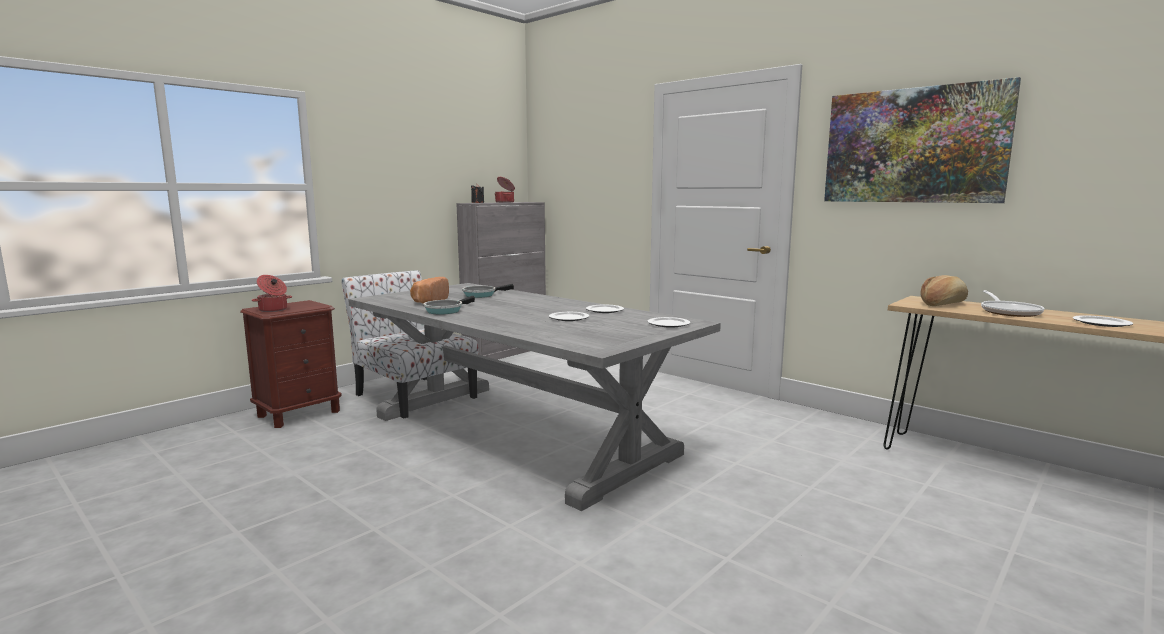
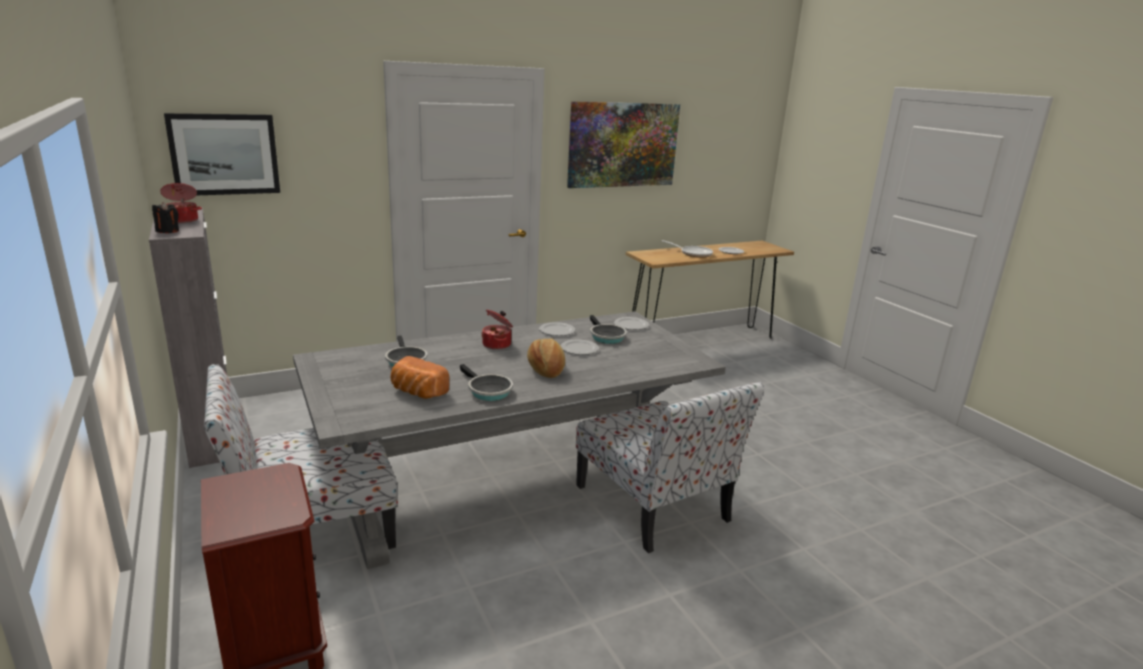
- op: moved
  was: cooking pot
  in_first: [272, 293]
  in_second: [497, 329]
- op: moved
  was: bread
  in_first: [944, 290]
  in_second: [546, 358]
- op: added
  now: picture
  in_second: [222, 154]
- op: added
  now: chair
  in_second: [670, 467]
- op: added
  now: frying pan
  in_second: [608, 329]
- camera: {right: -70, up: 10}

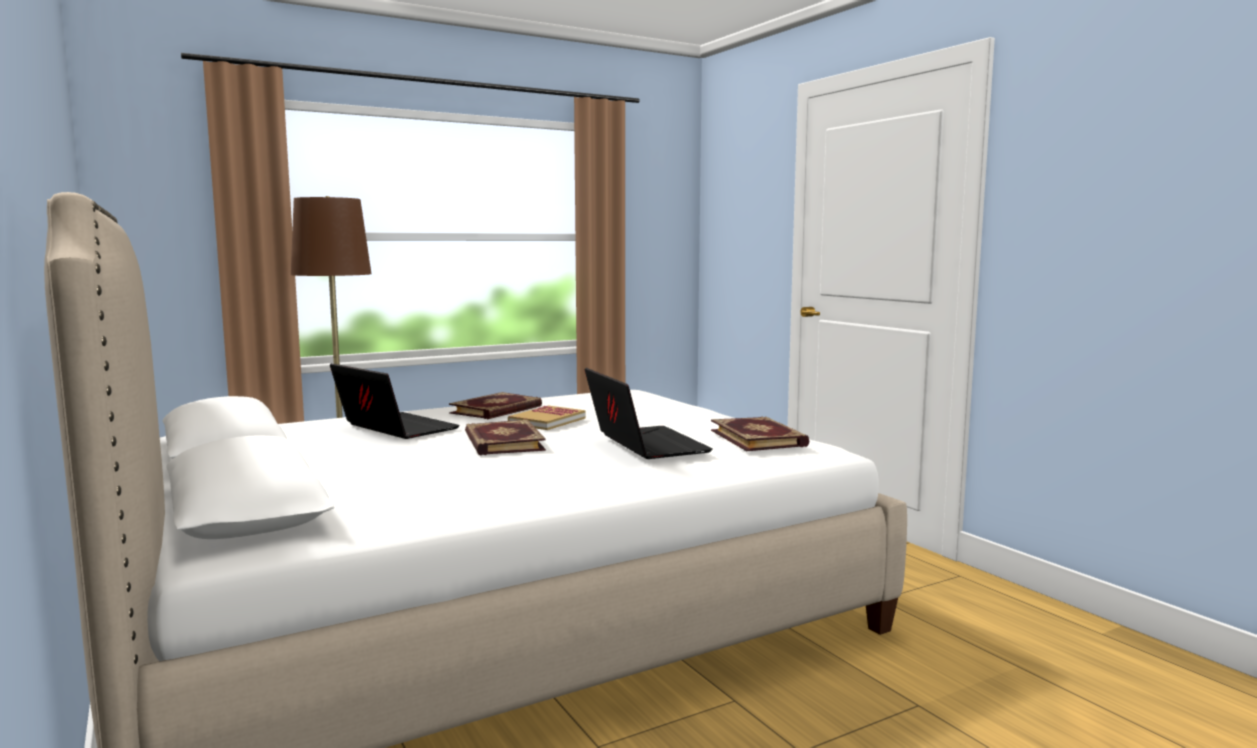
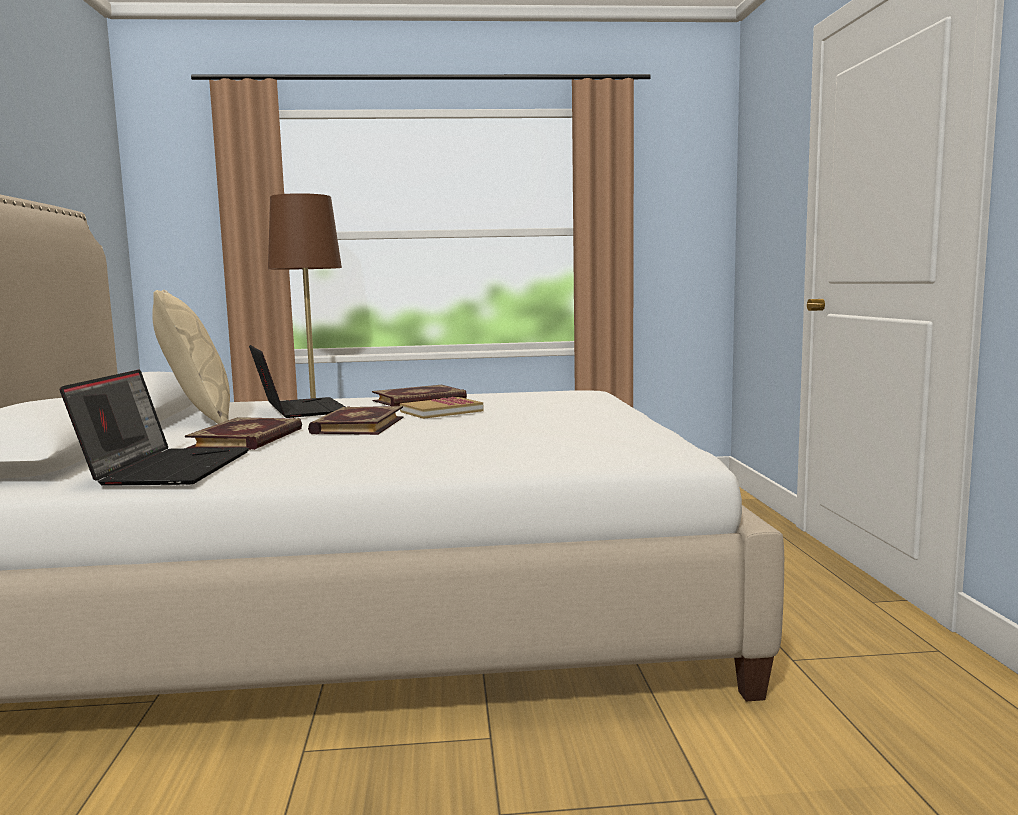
- op: moved
  was: laptop
  in_first: [648, 413]
  in_second: [154, 428]
- op: moved
  was: book
  in_first: [760, 433]
  in_second: [243, 433]
- op: added
  now: beige pillow
  in_second: [191, 357]
- camera: {right: 25, up: 0}

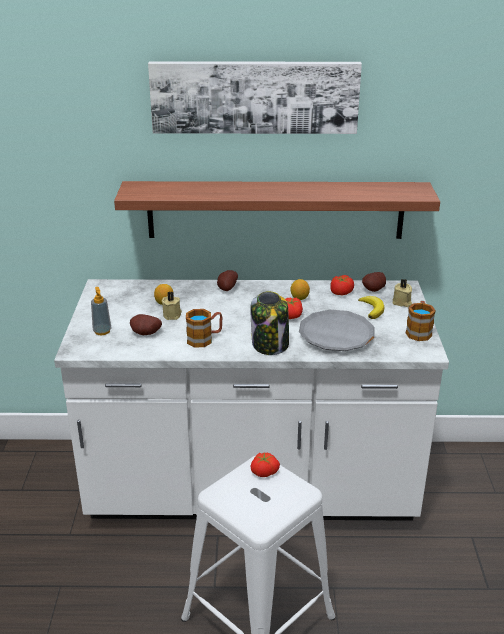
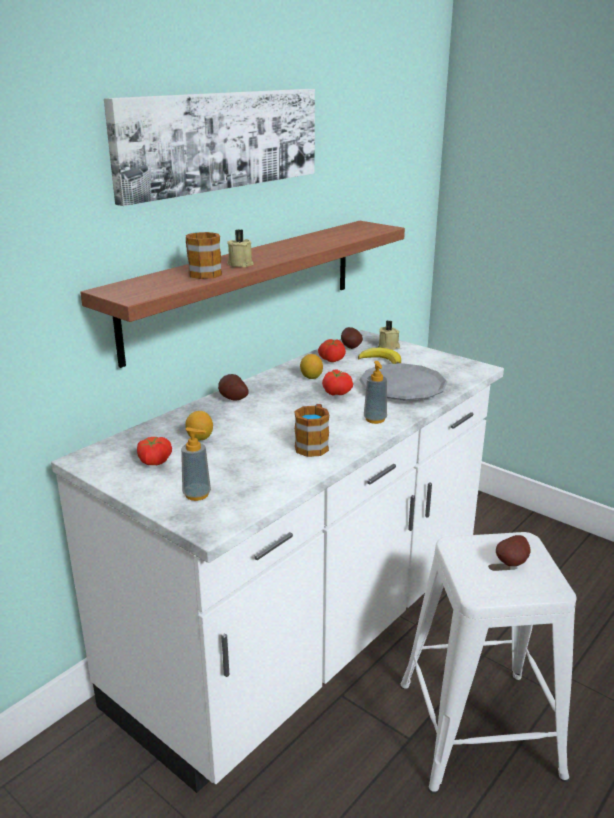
- op: moved
  was: potato
  in_first: [146, 324]
  in_second: [513, 550]
- op: moved
  was: beige candle
  in_first: [171, 306]
  in_second: [240, 248]
- op: replaced
  was: jar
  now: soap dispenser
  in_first: [269, 323]
  in_second: [375, 392]
- op: moved
  was: tomato
  in_first: [265, 465]
  in_second: [154, 451]
- op: moved
  was: mug
  in_first: [421, 321]
  in_second: [204, 255]
- camera: {right: -50, up: -5}

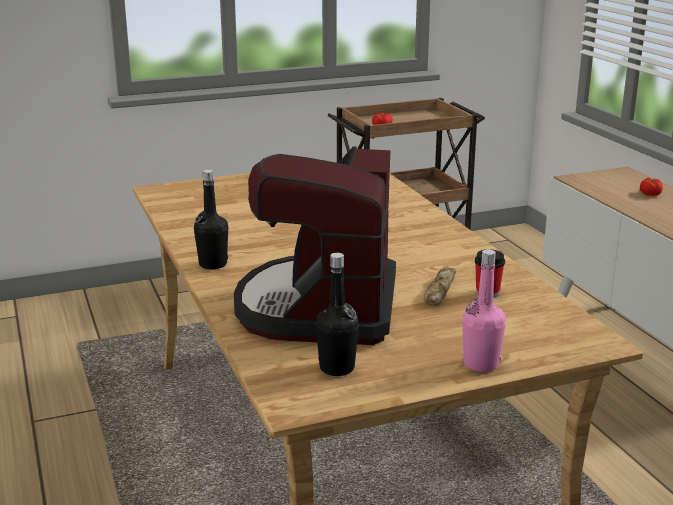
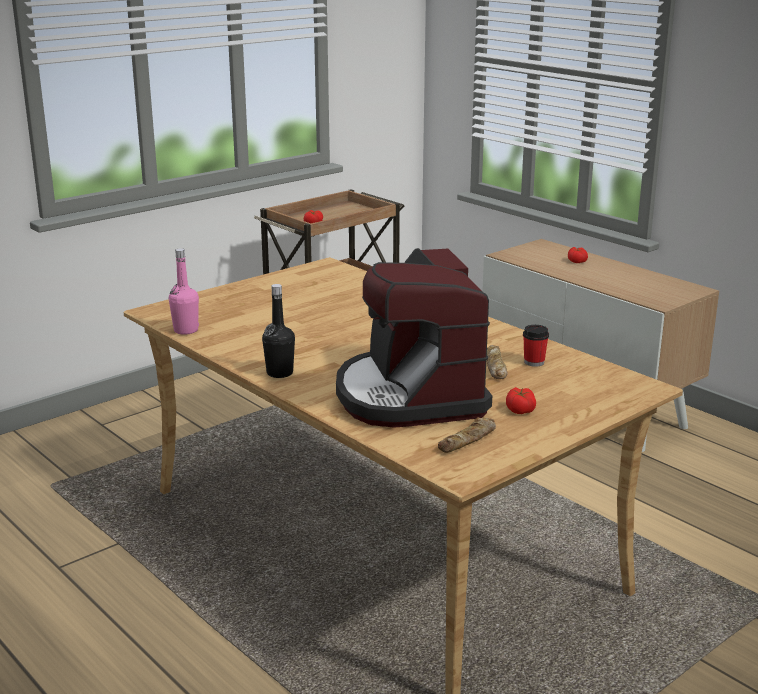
- op: replaced
  was: black bottle
  now: bread
  in_first: [337, 314]
  in_second: [467, 435]
- op: moved
  was: pink bottle
  in_first: [484, 311]
  in_second: [184, 291]
- op: added
  now: tomato
  in_second: [521, 400]
- camera: {right: -20, up: 0}

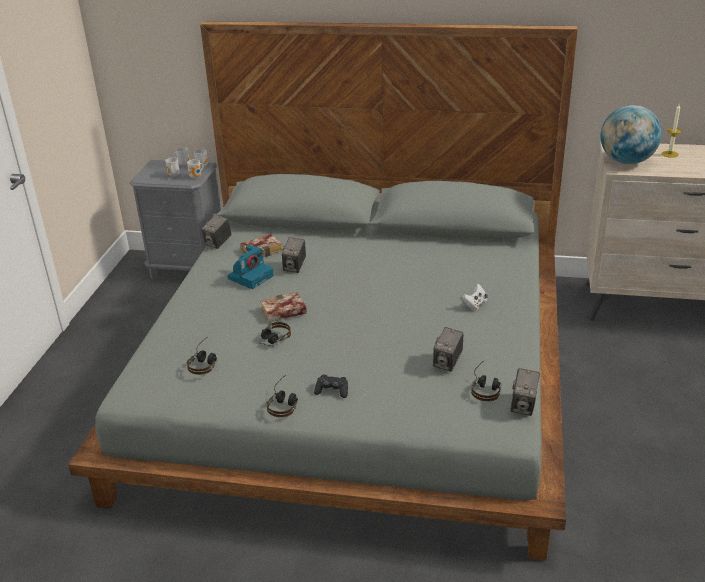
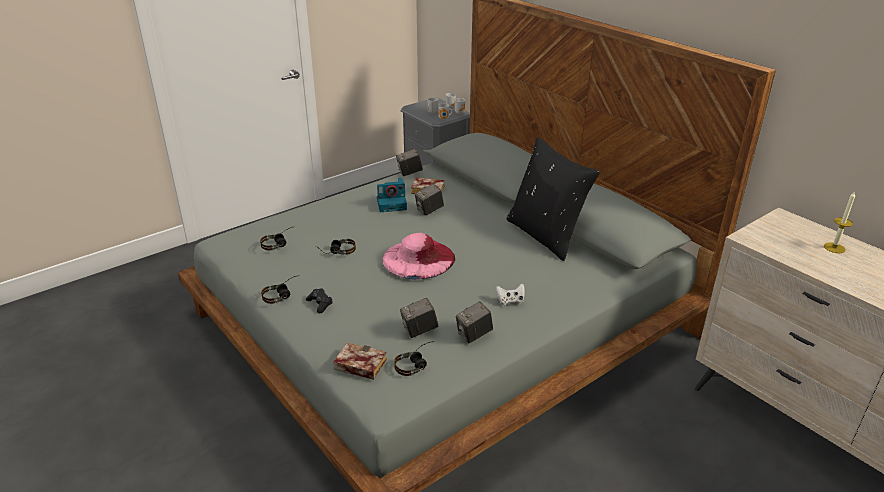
- op: moved
  was: book
  in_first: [283, 307]
  in_second: [360, 361]
- op: moved
  was: photo camera
  in_first: [525, 392]
  in_second: [474, 322]
- op: removed
  was: globe
  in_first: [631, 134]
- op: added
  now: pink hat
  in_second: [418, 256]
- op: added
  now: black pillow
  in_second: [553, 199]
- camera: {right: 40, up: 0}

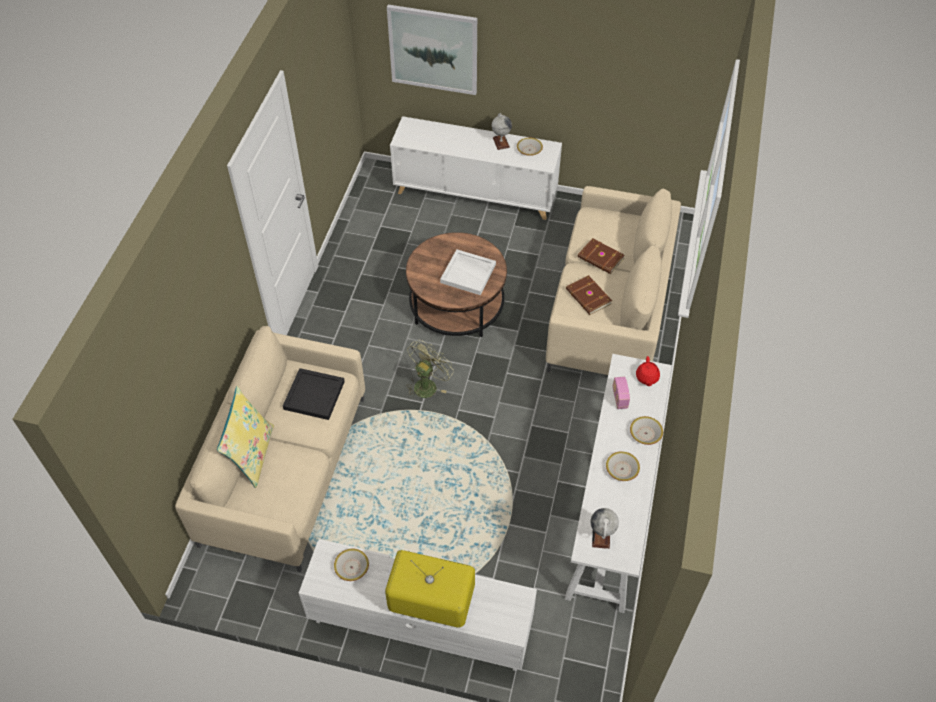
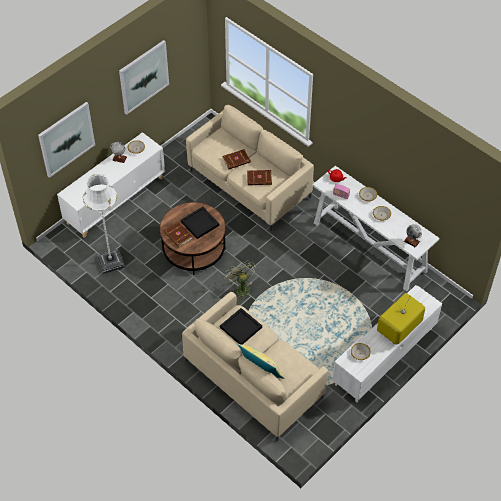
- op: recoloured
  was: white tray
  now: black tray
  in_first: [468, 272]
  in_second: [200, 222]
- op: added
  now: white floor lamp
  in_second: [104, 224]
- op: added
  now: picture
  in_second: [144, 77]
- op: added
  now: brown book
  in_second: [177, 234]
- camera: {right: -60, up: 0}

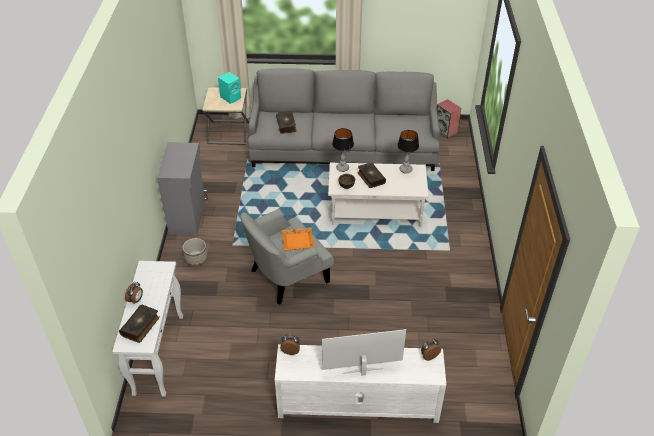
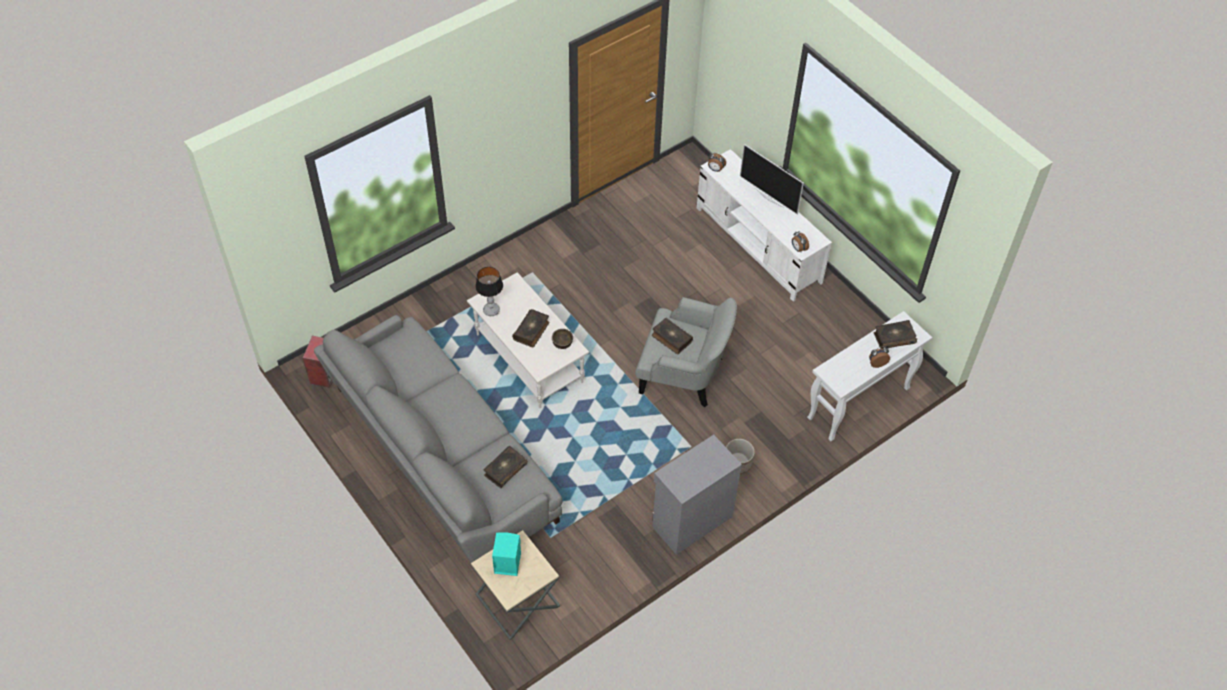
- op: replaced
  was: orange tray
  now: book
  in_first: [298, 238]
  in_second: [672, 335]
- op: removed
  was: table lamp
  in_first: [343, 150]
- camera: {right: -130, up: 10}

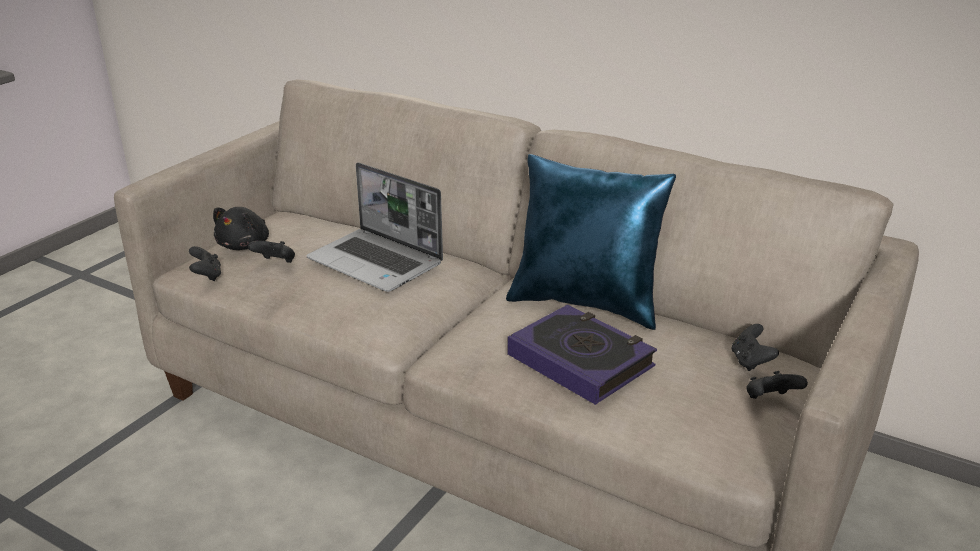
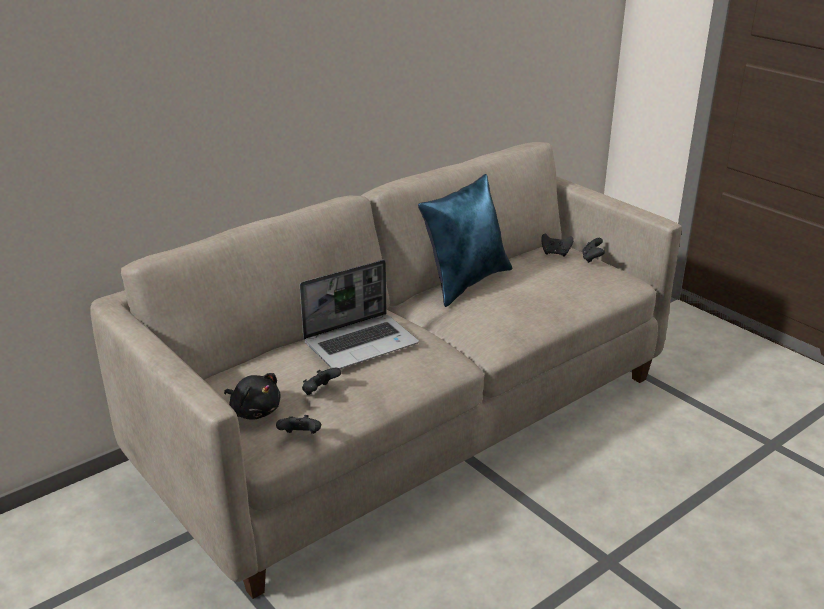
- op: removed
  was: book
  in_first: [582, 354]
- camera: {right: -70, up: 0}

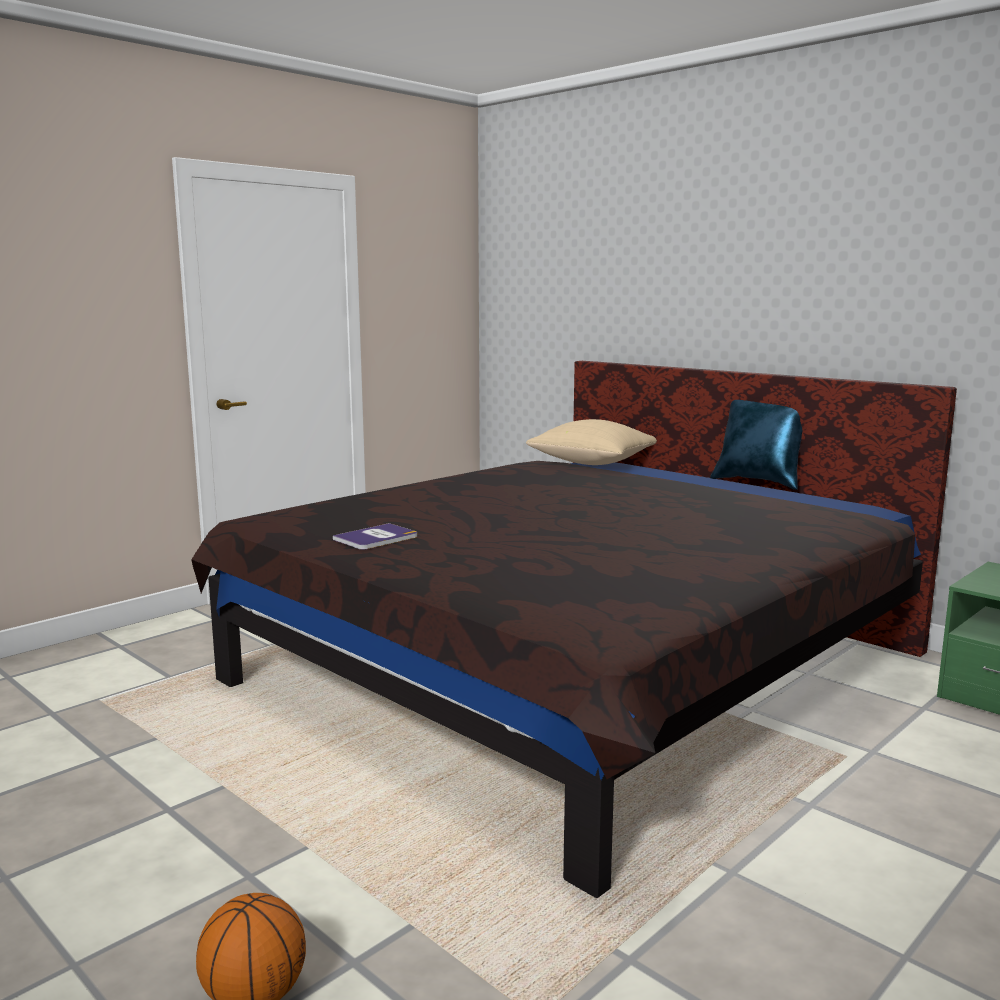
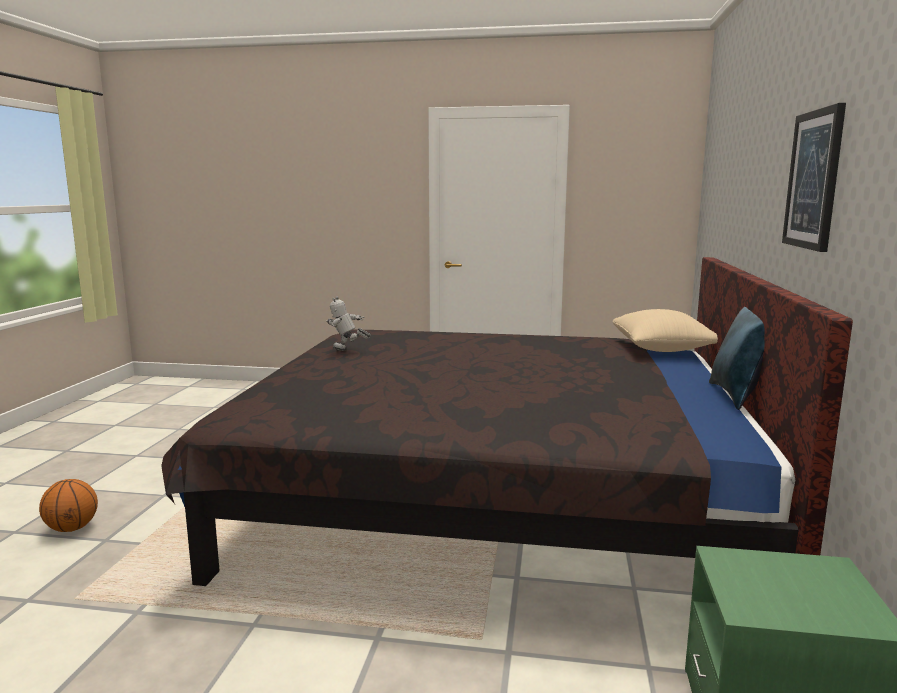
- op: replaced
  was: book
  now: toy robot
  in_first: [375, 536]
  in_second: [348, 323]
- op: added
  now: picture
  in_second: [814, 177]
- camera: {right: 55, up: 0}

